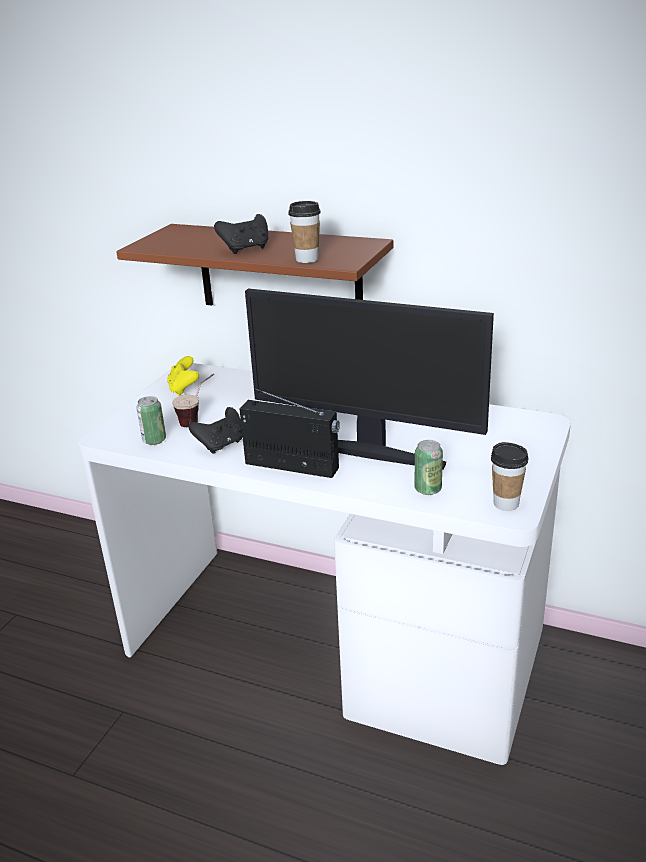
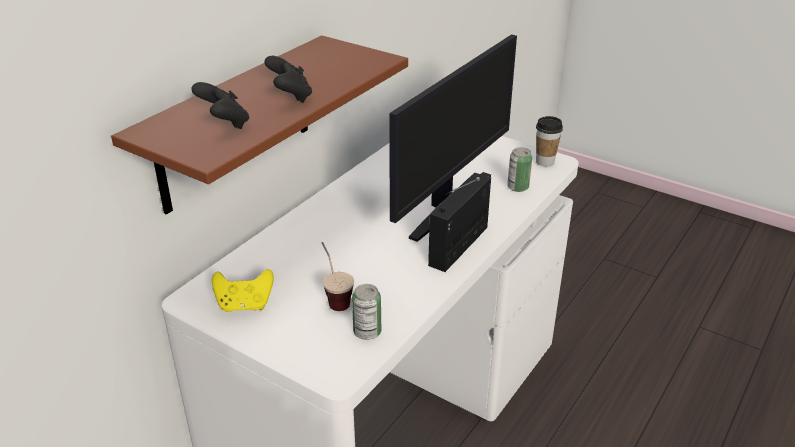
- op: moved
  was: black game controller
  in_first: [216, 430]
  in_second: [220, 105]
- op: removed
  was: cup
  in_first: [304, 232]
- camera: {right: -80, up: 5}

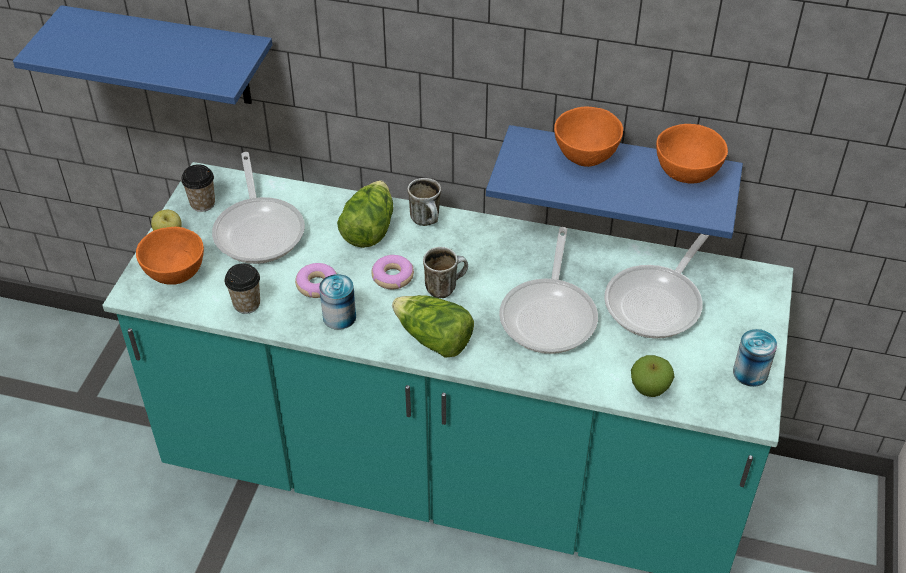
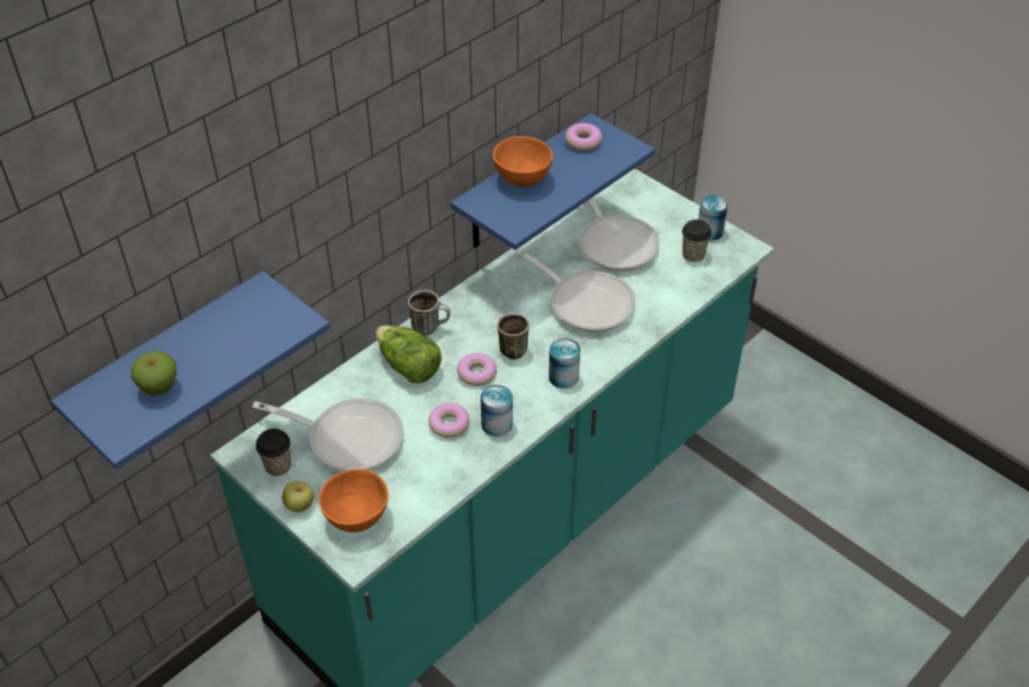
- op: moved
  was: cup
  in_first: [242, 288]
  in_second: [696, 241]
- op: replaced
  was: lettuce
  now: can
  in_first: [433, 326]
  in_second: [564, 363]
- op: moved
  was: apple
  in_first: [653, 376]
  in_second: [153, 373]
- op: replaced
  was: orange bowl
  now: donut
  in_first: [692, 154]
  in_second: [583, 137]
- camera: {right: -60, up: 0}

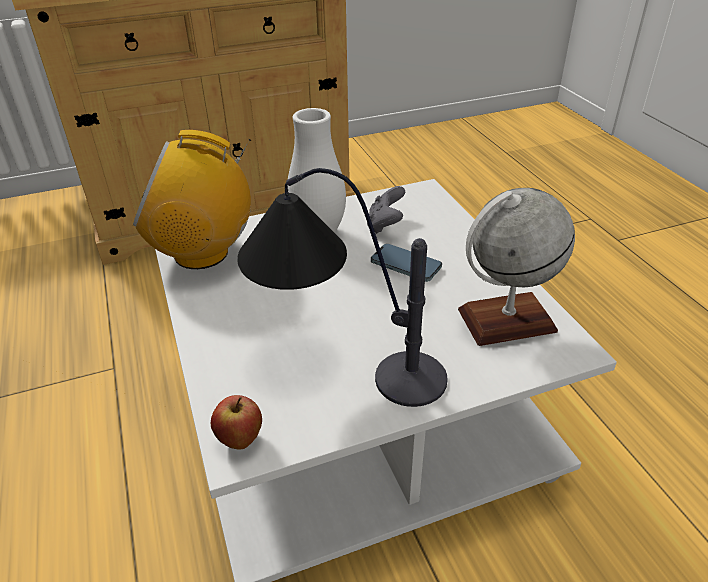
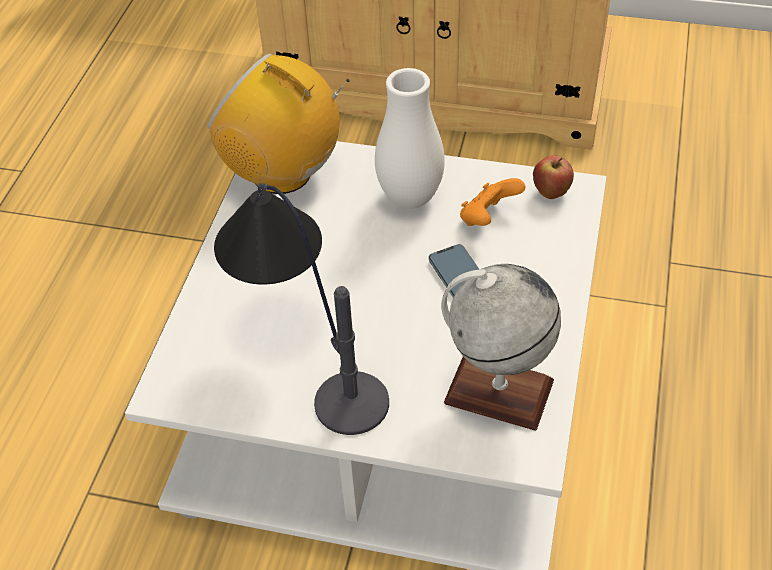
- op: moved
  was: apple
  in_first: [236, 422]
  in_second: [553, 177]
- op: recoloured
  was: grey game controller
  now: orange game controller
  in_first: [386, 210]
  in_second: [492, 202]
- camera: {right: 35, up: 10}

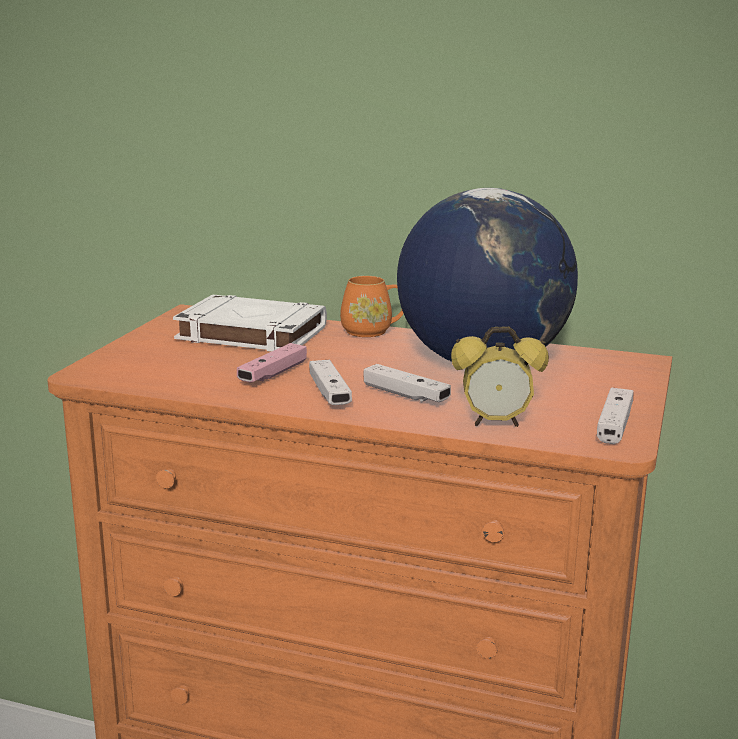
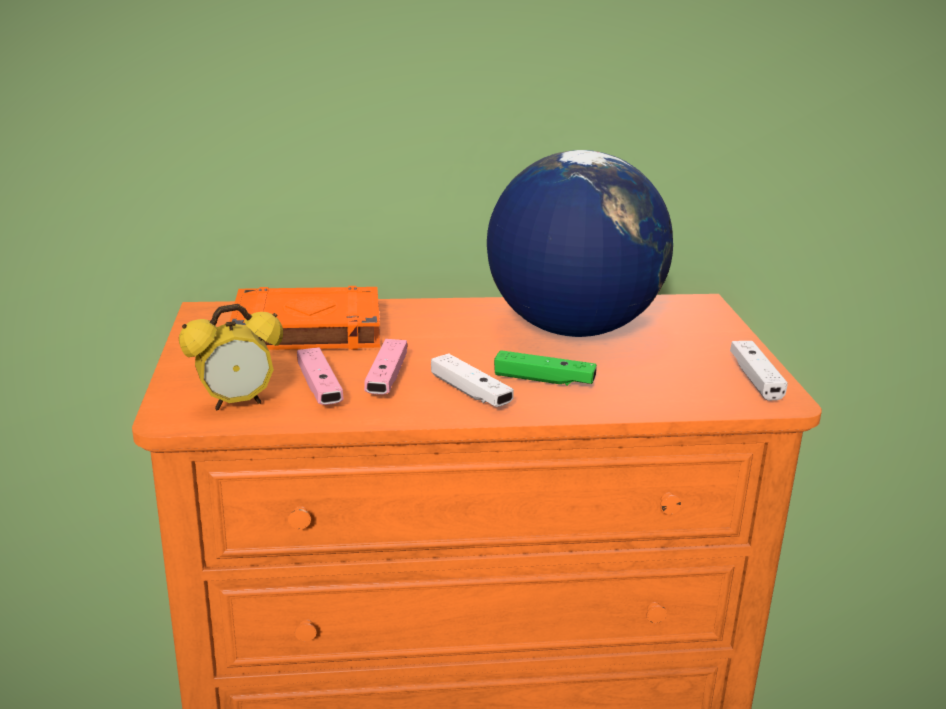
- op: recoloured
  was: white book
  now: orange book
  in_first: [250, 323]
  in_second: [304, 318]
- op: removed
  was: orange mug
  in_first: [372, 306]
- op: recoloured
  was: white game controller
  now: green game controller
  in_first: [407, 383]
  in_second: [545, 368]
- op: moved
  was: alarm clock
  in_first: [500, 376]
  in_second: [231, 357]
- op: added
  now: pink game controller
  in_second: [320, 376]
- camera: {right: -25, up: 5}

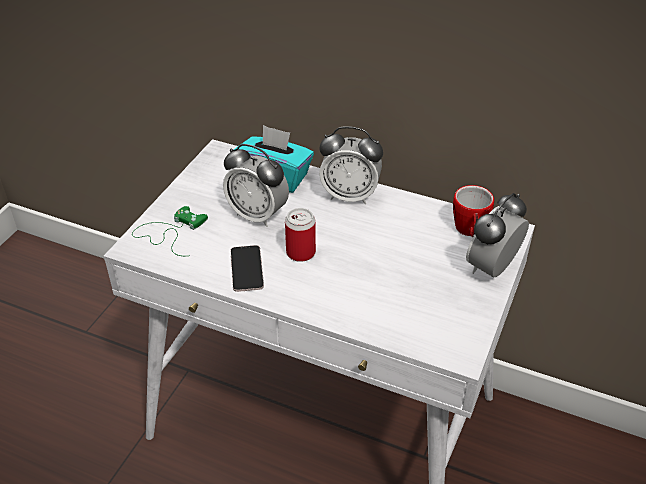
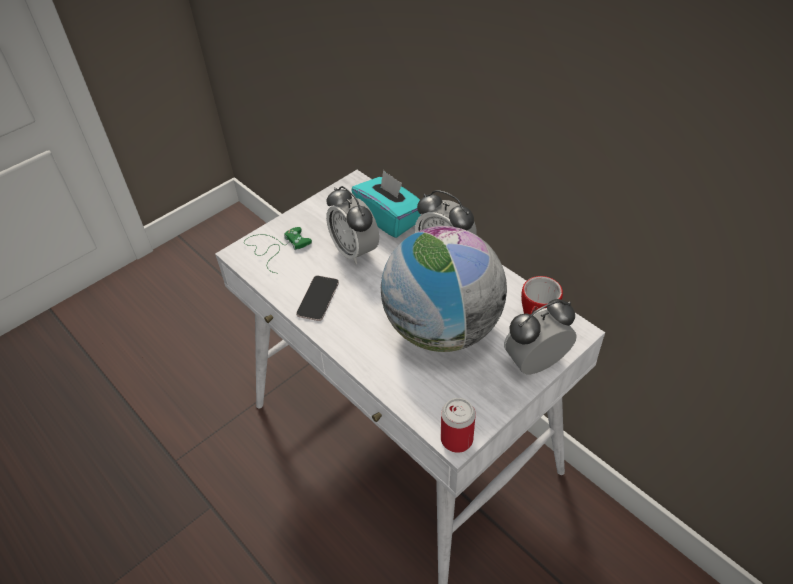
- op: moved
  was: can
  in_first: [300, 235]
  in_second: [458, 425]
- op: added
  now: globe
  in_second: [444, 289]
- camera: {right: 25, up: 5}

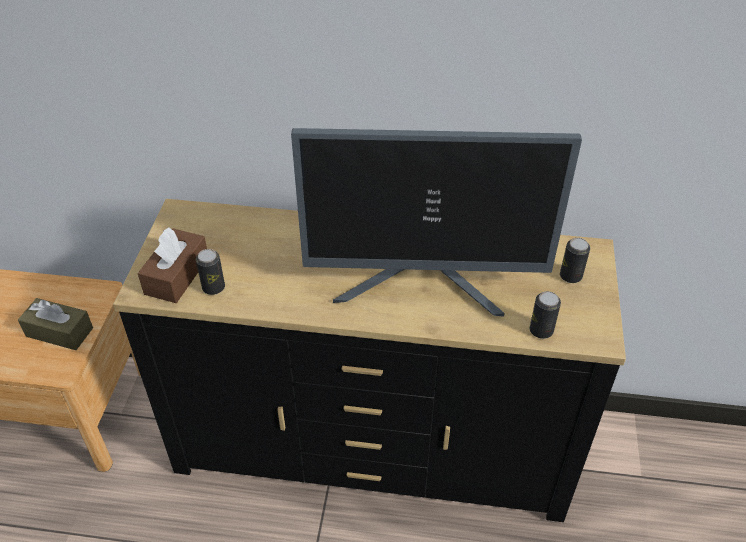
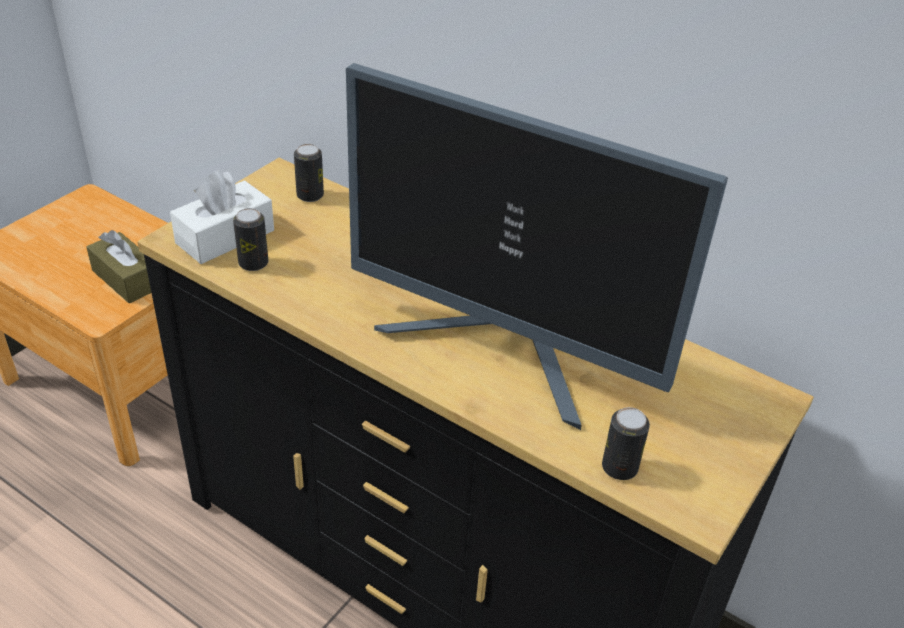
- op: recoloured
  was: brown tissue box
  now: white tissue box
  in_first: [172, 265]
  in_second: [222, 217]
- op: moved
  was: can
  in_first: [575, 260]
  in_second: [309, 173]
- camera: {right: 25, up: -5}

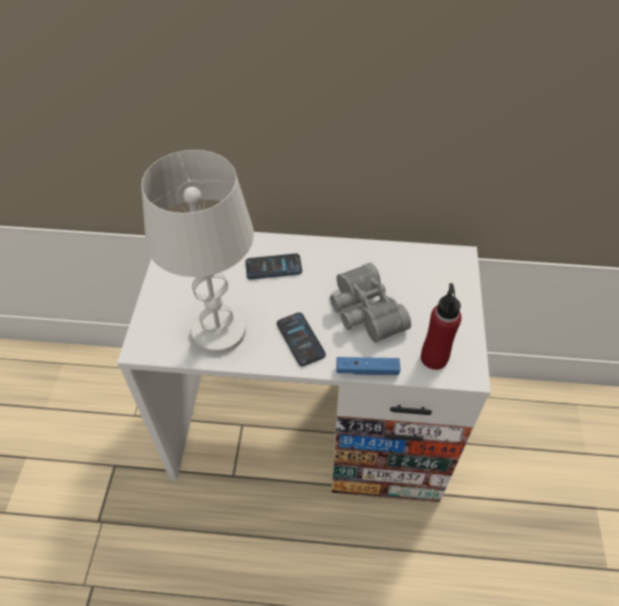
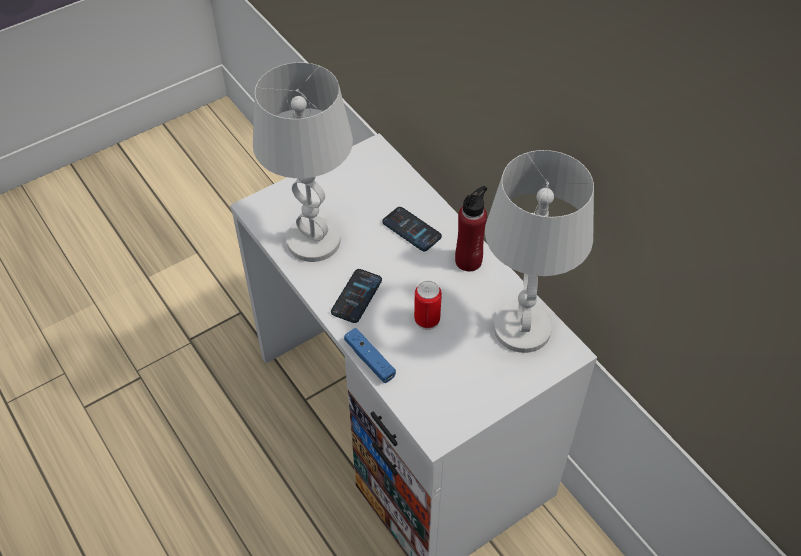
- op: replaced
  was: grey binoculars
  now: can
  in_first: [370, 303]
  in_second: [428, 305]
- op: moved
  was: red bottle
  in_first: [441, 326]
  in_second: [471, 228]
- op: added
  now: white table lamp
  in_second: [539, 251]
- camera: {right: 50, up: 0}

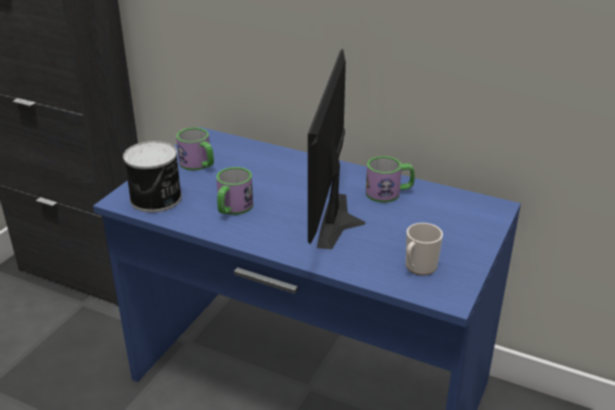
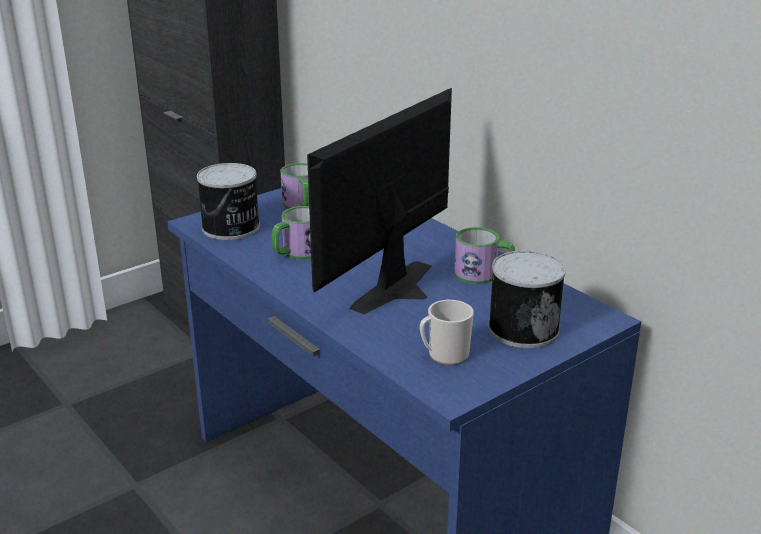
- op: added
  now: can
  in_second: [527, 299]
- camera: {right: 25, up: -5}

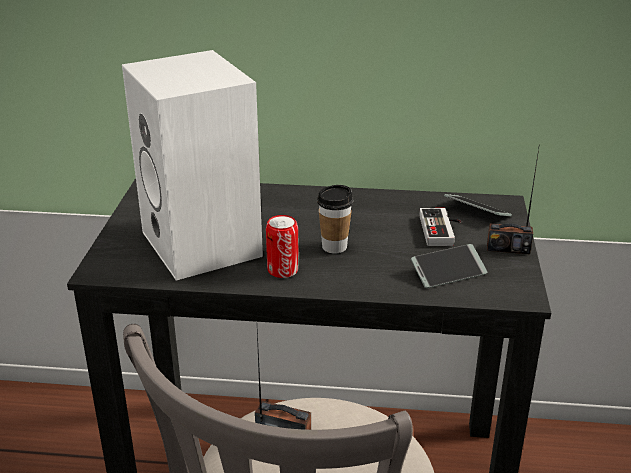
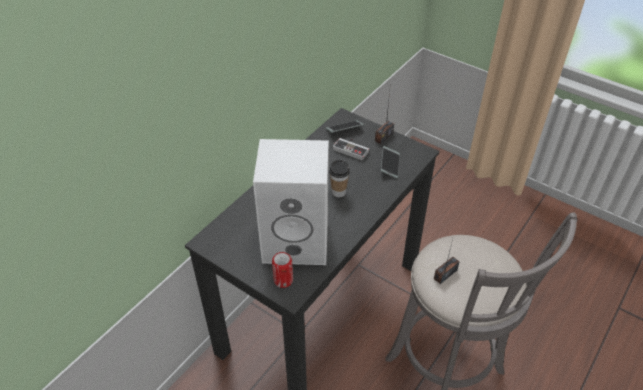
- op: moved
  was: can
  in_first: [282, 246]
  in_second: [282, 270]
- camera: {right: -60, up: 15}

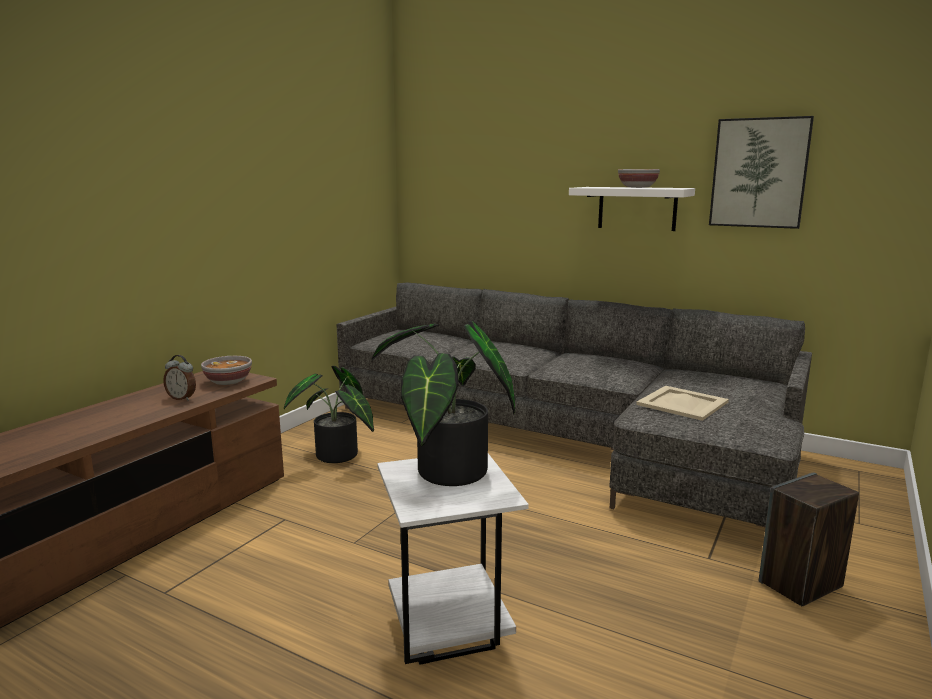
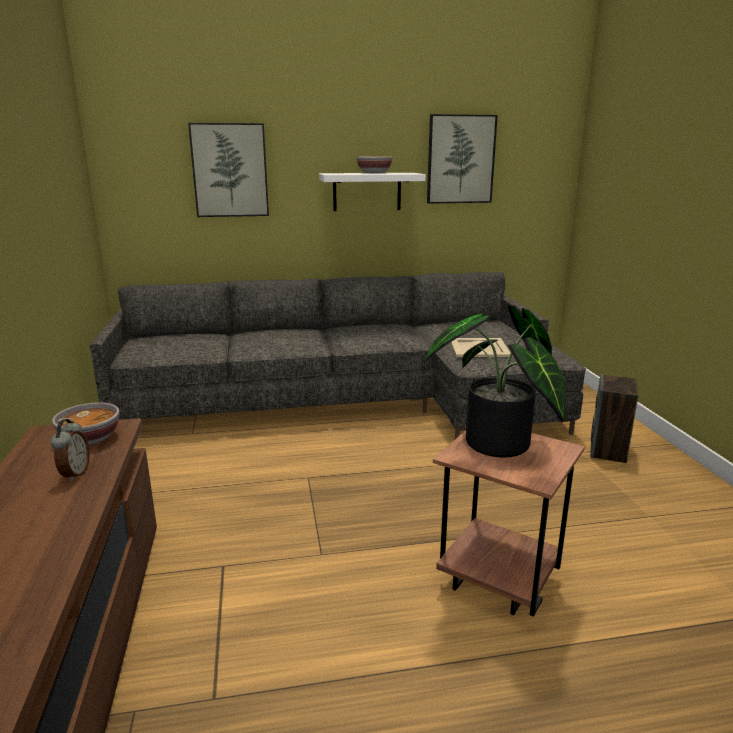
- op: turned
  was: alarm clock
  in_first: [179, 378]
  in_second: [70, 450]
  clockwise: -75
- op: removed
  was: potted plant
  in_first: [329, 414]
- op: recoloured
  was: white side table
  now: brown side table
  in_first: [453, 559]
  in_second: [509, 523]
- op: added
  now: picture
  in_second: [228, 170]
- camera: {right: -40, up: 5}

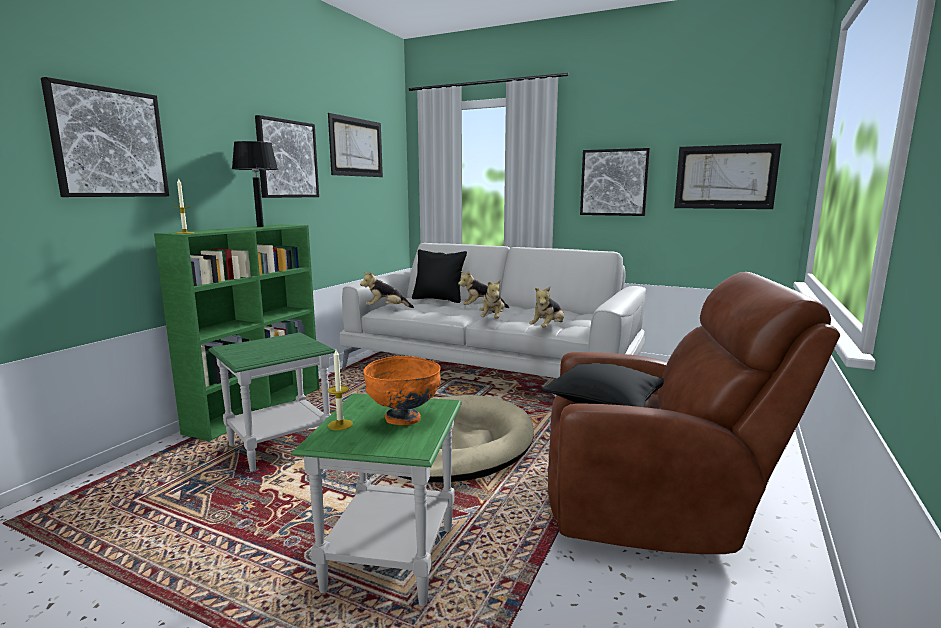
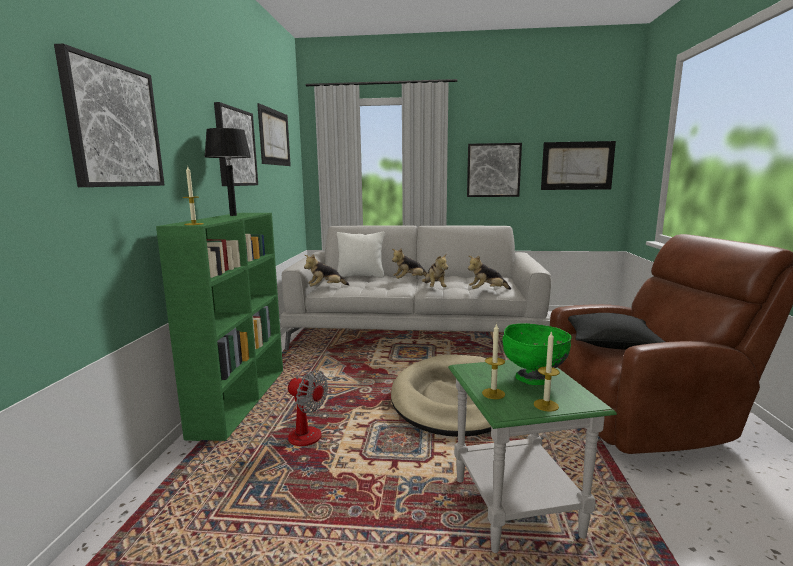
- op: replaced
  was: green side table
  now: fan
  in_first: [271, 402]
  in_second: [307, 408]
- op: recoloured
  was: orange bowl
  now: green bowl
  in_first: [402, 390]
  in_second: [537, 354]
- op: recoloured
  was: black pillow
  now: white pillow
  in_first: [439, 276]
  in_second: [361, 255]
- op: turned
  was: plush toy
  in_first: [546, 307]
  in_second: [489, 273]
  clockwise: 60
- op: added
  now: candle
  in_second: [547, 371]
- camera: {right: -20, up: 0}

